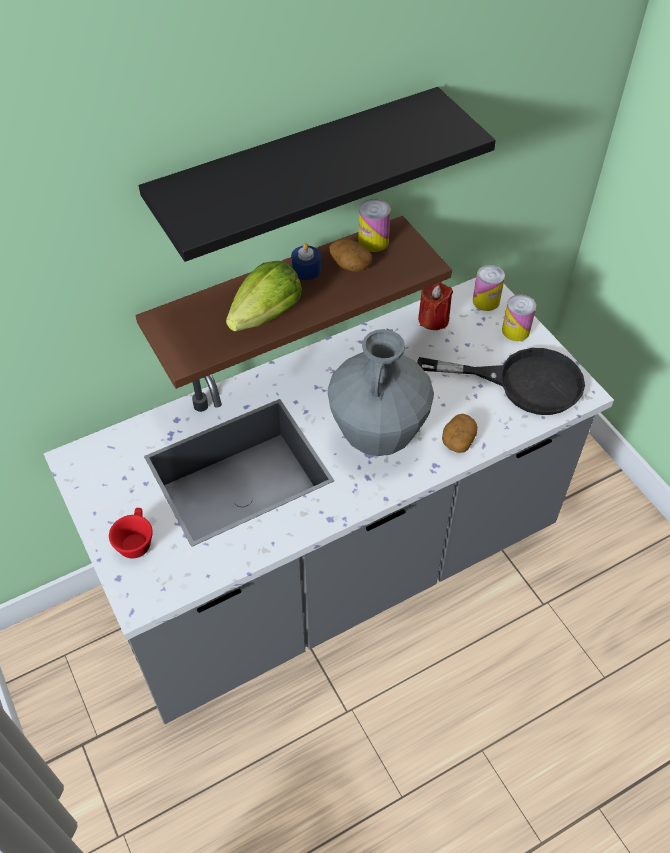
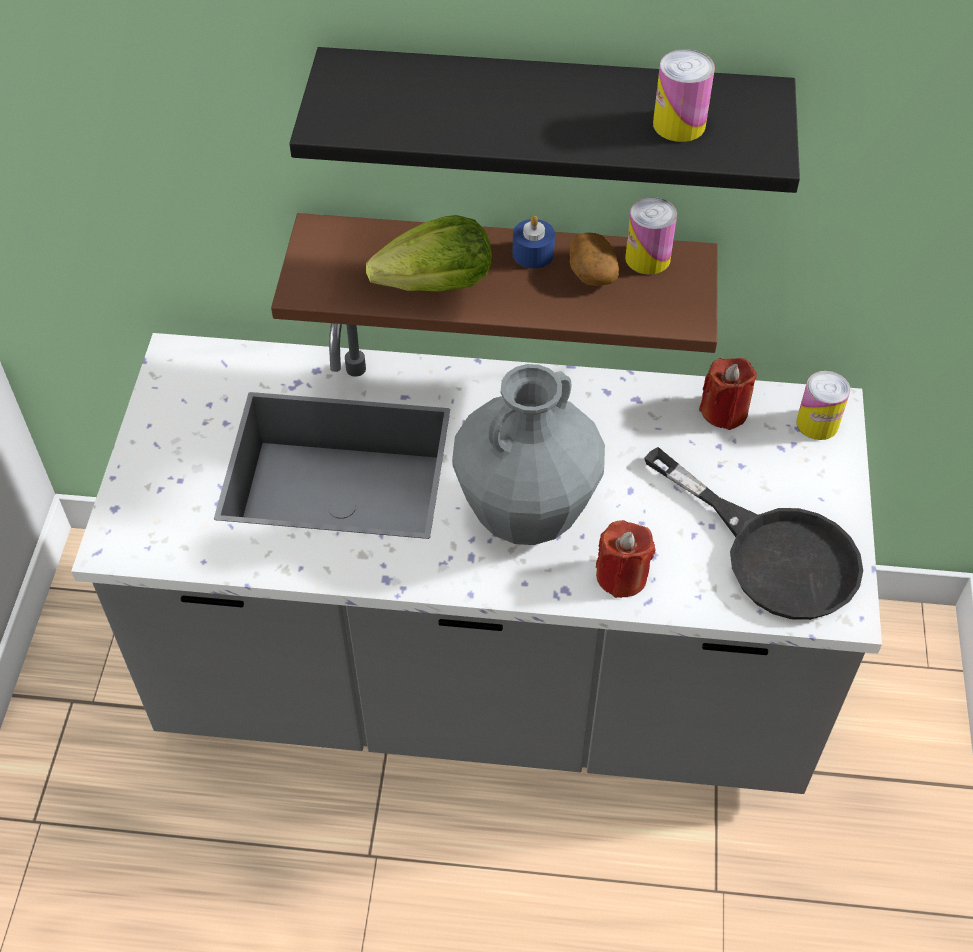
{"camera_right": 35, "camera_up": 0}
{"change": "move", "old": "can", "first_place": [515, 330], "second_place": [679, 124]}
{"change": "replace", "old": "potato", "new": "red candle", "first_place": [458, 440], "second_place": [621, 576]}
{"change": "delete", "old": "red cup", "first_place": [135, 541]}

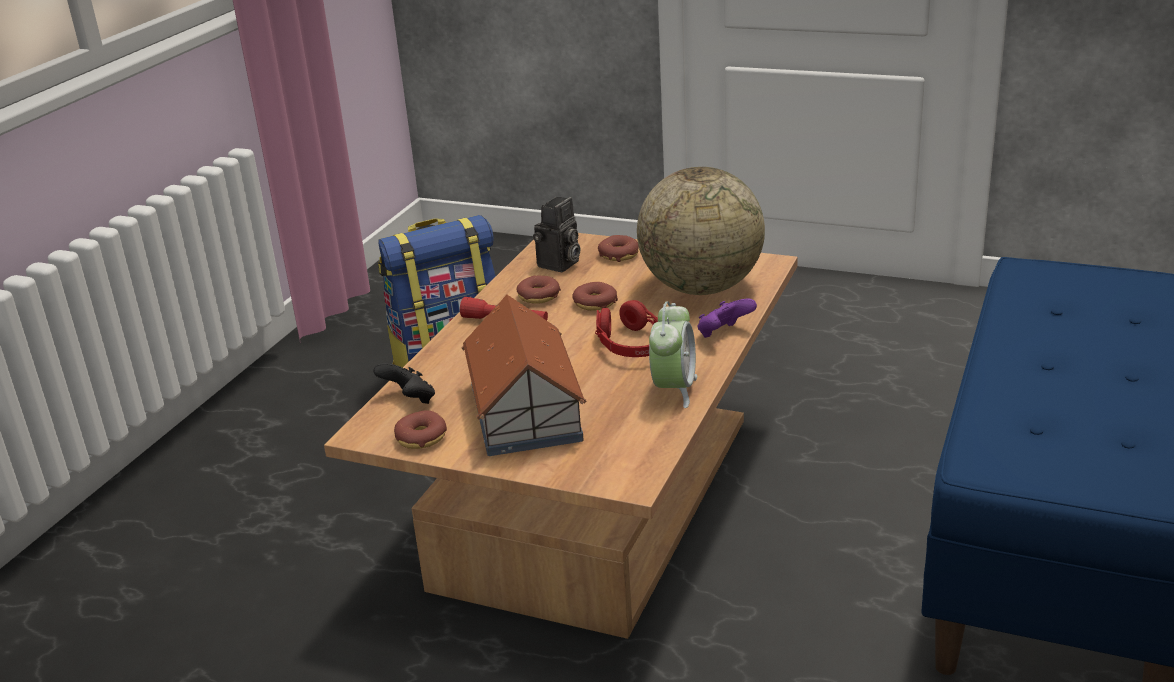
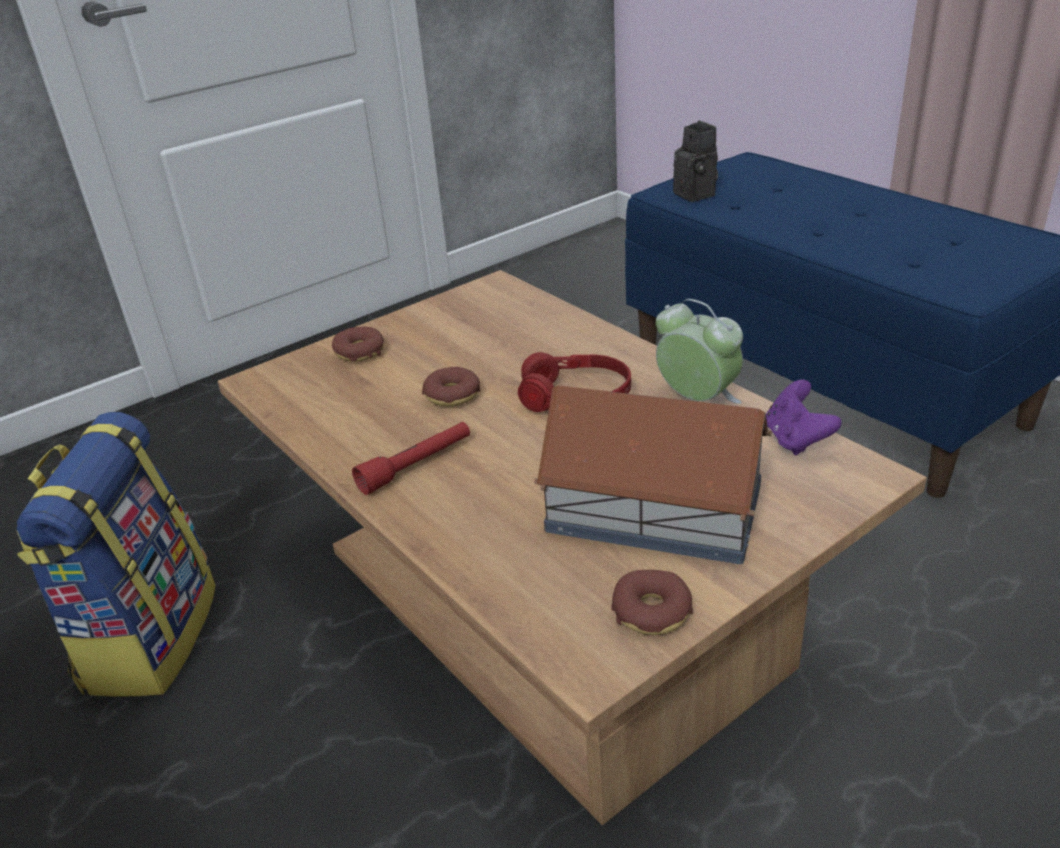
{"camera_right": -60, "camera_up": 5}
{"change": "delete", "old": "globe", "first_place": [701, 287]}
{"change": "move", "old": "photo camera", "first_place": [559, 265], "second_place": [697, 194]}
{"change": "delete", "old": "donut", "first_place": [538, 296]}
{"change": "move", "old": "purple game controller", "first_place": [723, 334], "second_place": [796, 440]}
{"change": "delete", "old": "black game controller", "first_place": [409, 400]}

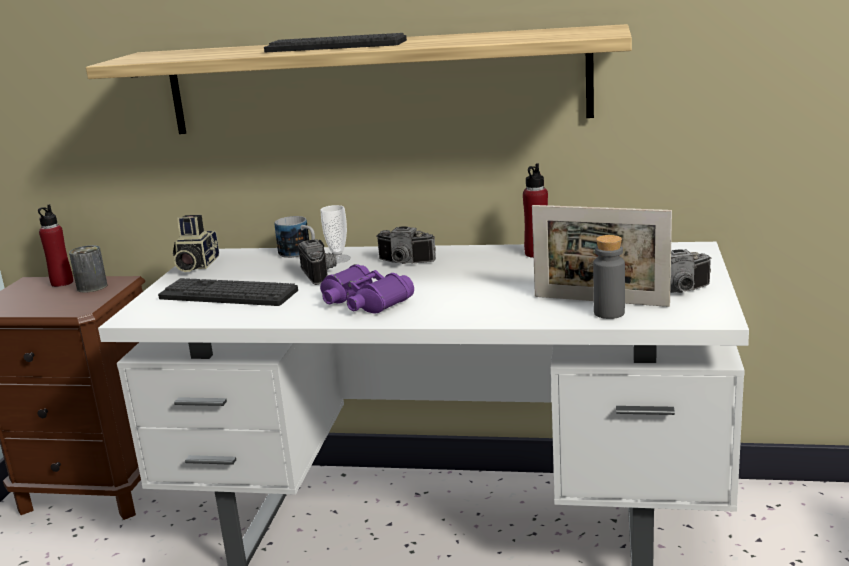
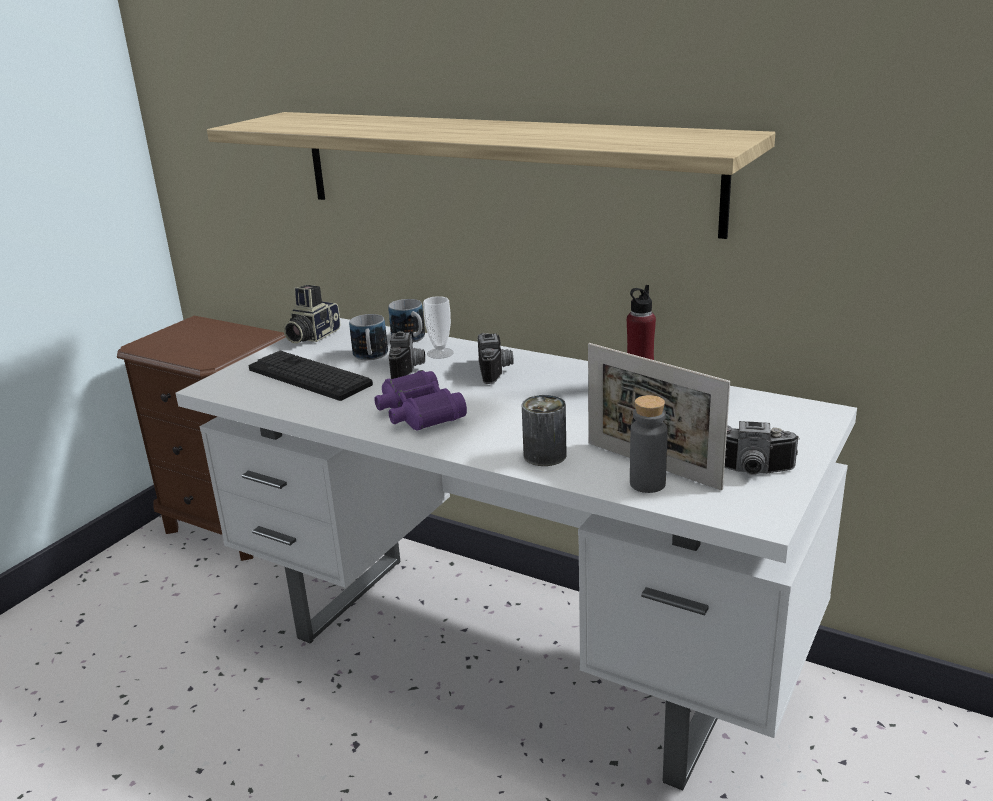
{"camera_right": 20, "camera_up": 5}
{"change": "delete", "old": "keyboard", "first_place": [335, 46]}
{"change": "delete", "old": "red bottle", "first_place": [62, 283]}
{"change": "rotate", "old": "photo camera", "first_place": [404, 263], "second_place": [497, 371], "degrees": -135}
{"change": "move", "old": "can", "first_place": [92, 287], "second_place": [545, 455]}
{"change": "insert", "new": "mug", "second_place": [370, 357]}

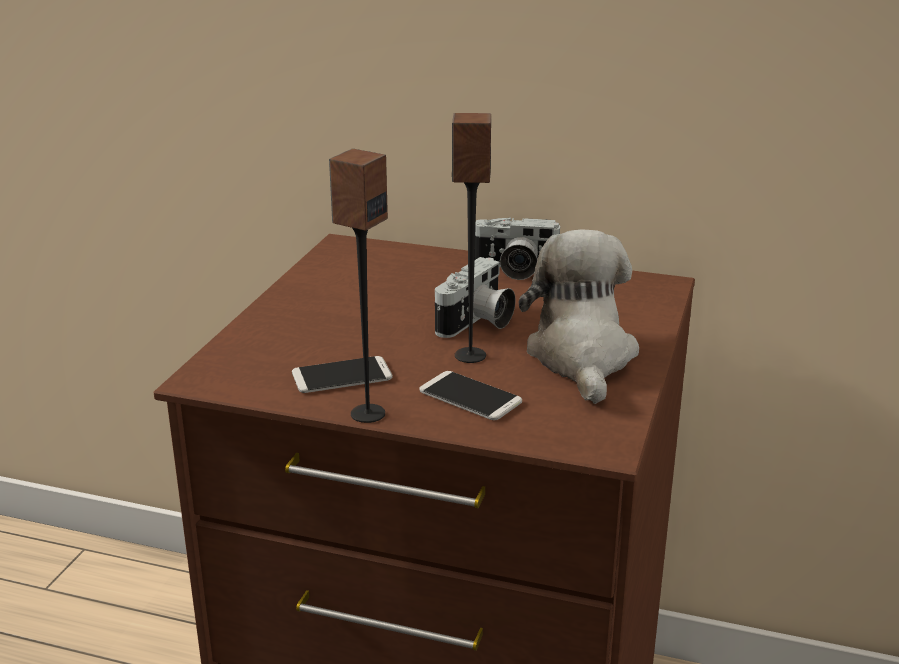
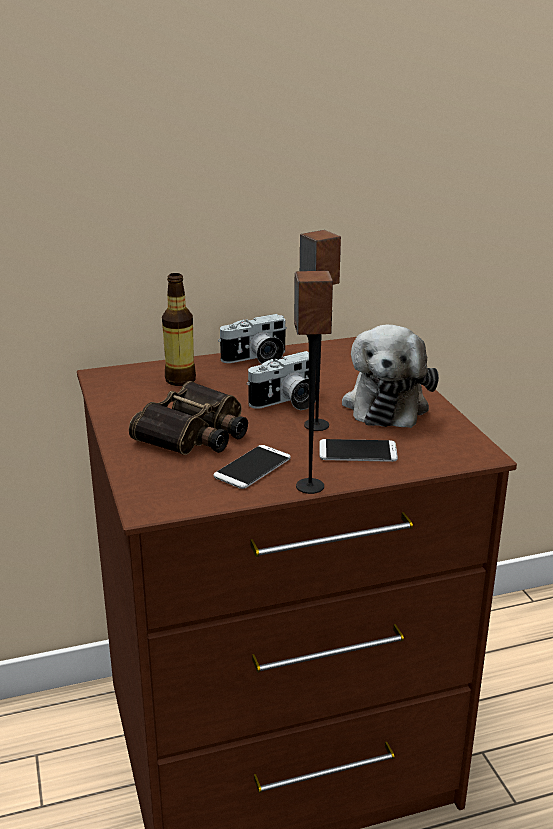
{"camera_right": -35, "camera_up": 0}
{"change": "rotate", "old": "plush toy", "first_place": [582, 358], "second_place": [386, 404], "degrees": -135}
{"change": "rotate", "old": "photo camera", "first_place": [477, 323], "second_place": [288, 402], "degrees": 60}
{"change": "insert", "new": "bottle", "second_place": [180, 380]}
{"change": "insert", "new": "binoculars", "second_place": [195, 433]}

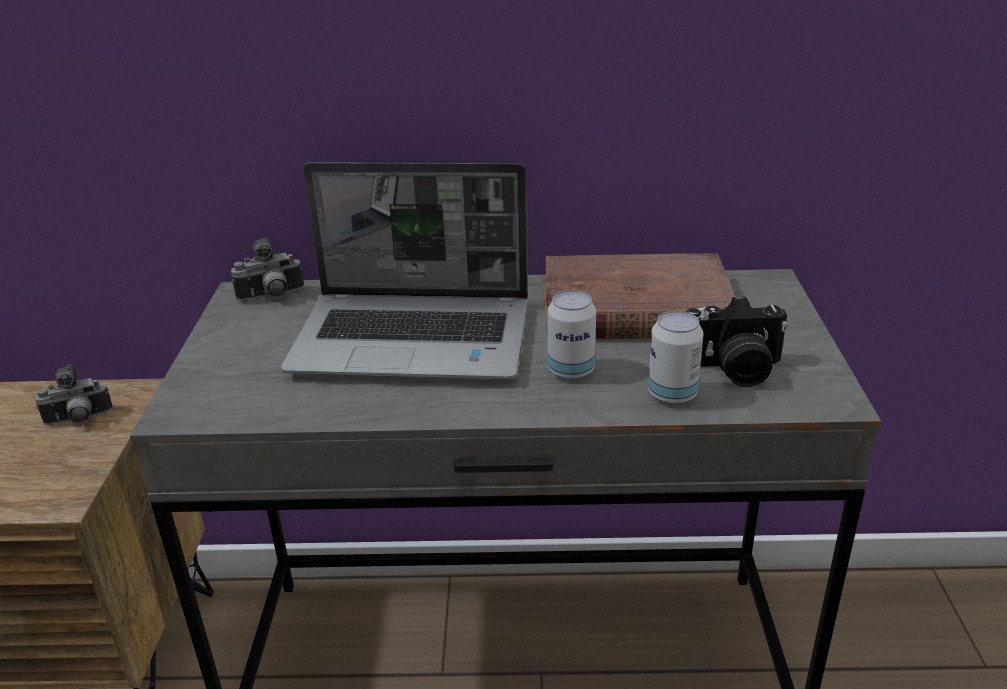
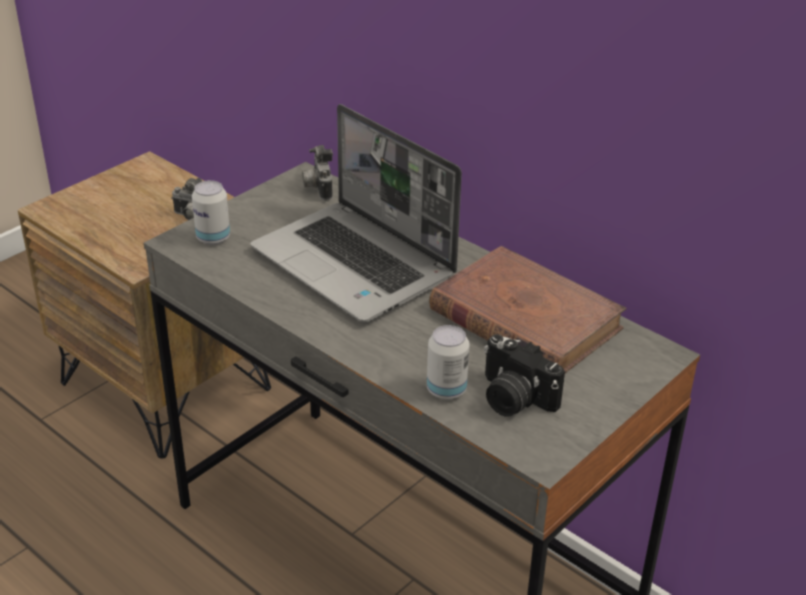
{"camera_right": 40, "camera_up": 5}
{"change": "rotate", "old": "photo camera", "first_place": [272, 297], "second_place": [317, 188], "degrees": 60}
{"change": "move", "old": "can", "first_place": [571, 371], "second_place": [213, 238]}

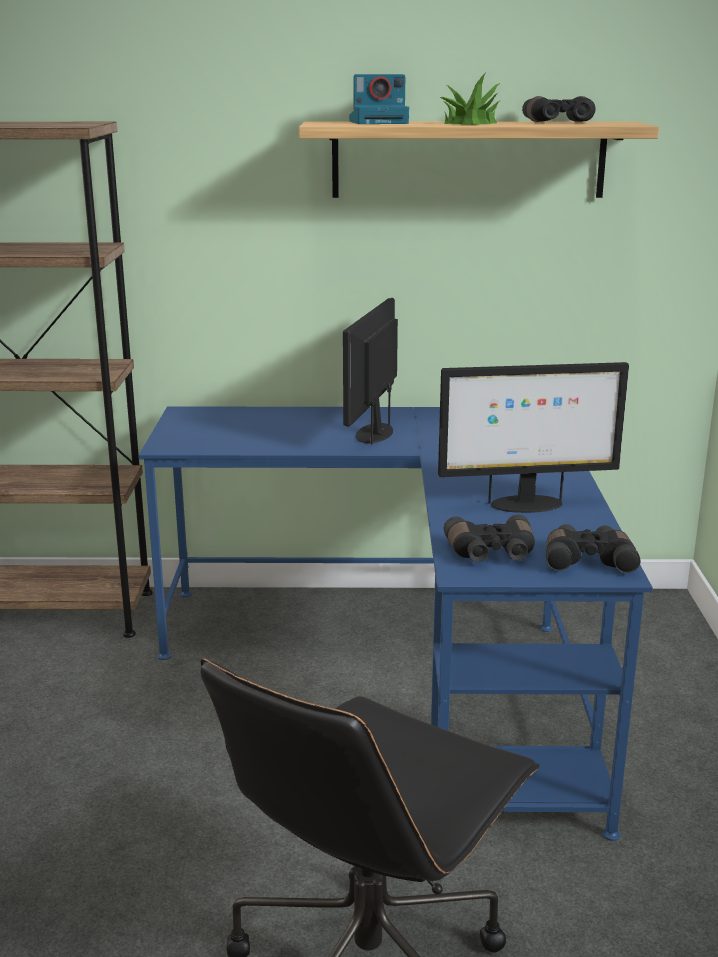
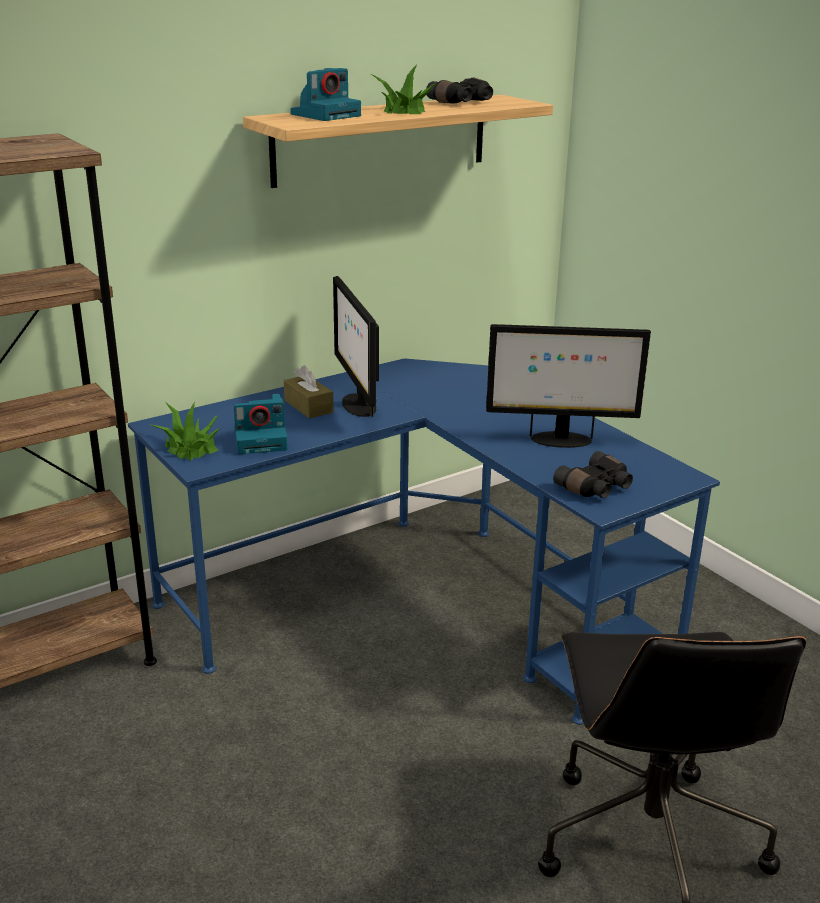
{"camera_right": -35, "camera_up": 5}
{"change": "rotate", "old": "monitor", "first_place": [525, 505], "second_place": [560, 440], "degrees": 45}
{"change": "delete", "old": "black binoculars", "first_place": [588, 560]}
{"change": "insert", "new": "brown tissue box", "second_place": [308, 406]}
{"change": "insert", "new": "photo camera", "second_place": [262, 440]}
{"change": "insert", "new": "potted plant", "second_place": [191, 447]}

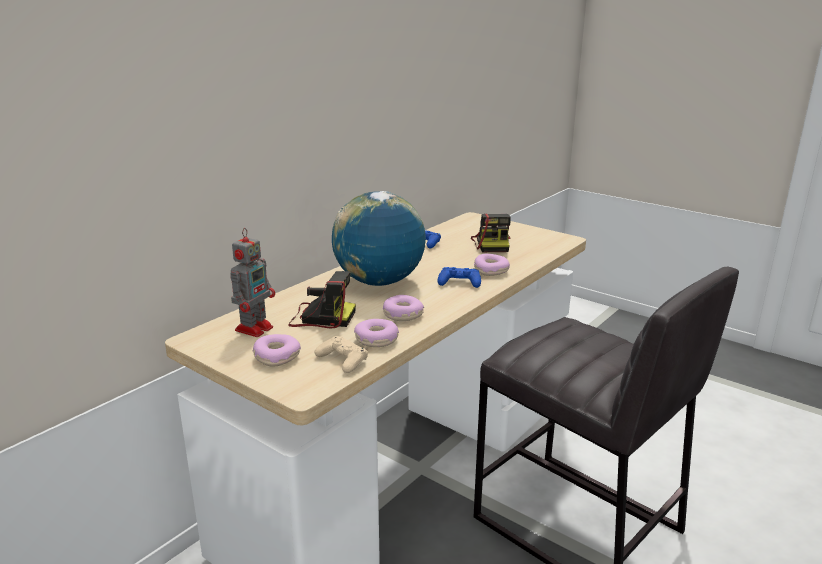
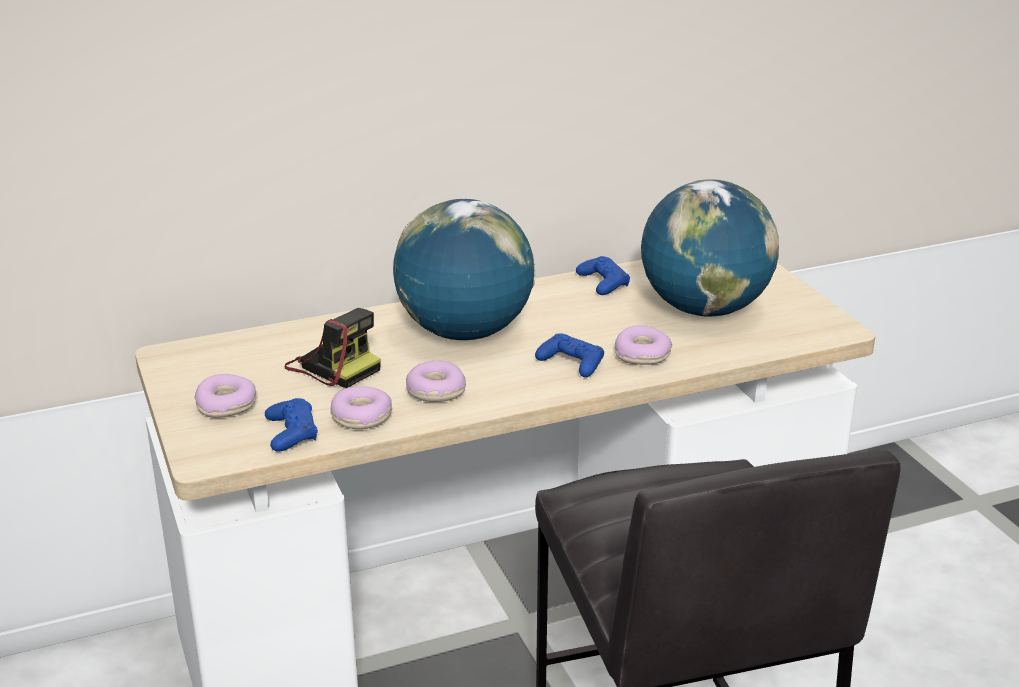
{"camera_right": 30, "camera_up": 5}
{"change": "replace", "old": "photo camera", "new": "globe", "first_place": [492, 244], "second_place": [704, 310]}
{"change": "delete", "old": "toy robot", "first_place": [255, 328]}
{"change": "recolor", "old": "beige game controller", "new": "blue game controller", "first_place": [342, 360], "second_place": [291, 432]}

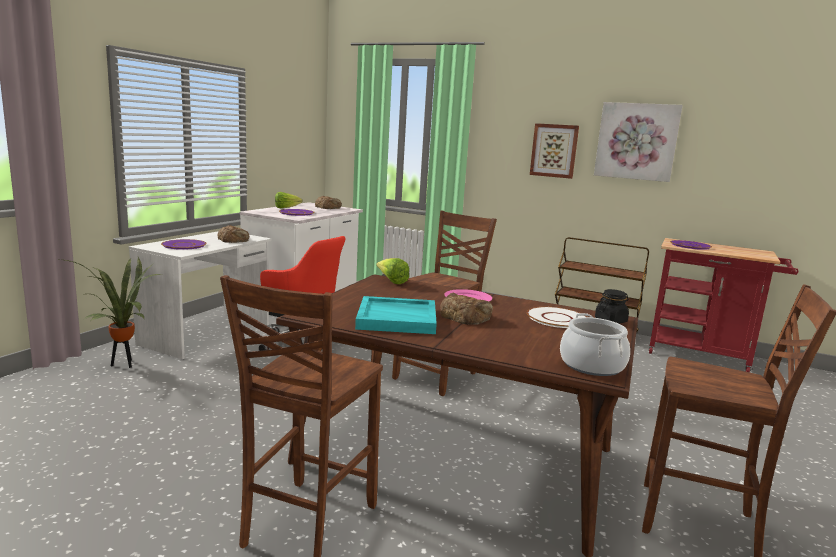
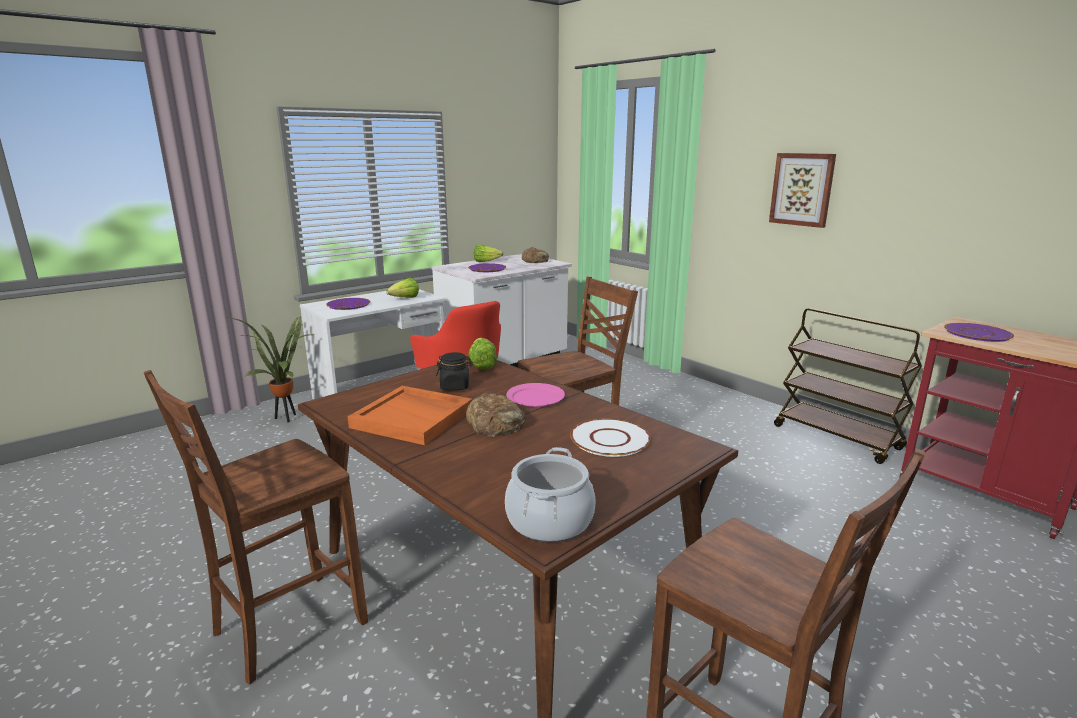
{"camera_right": 25, "camera_up": 5}
{"change": "delete", "old": "picture", "first_place": [636, 141]}
{"change": "replace", "old": "bread", "new": "lettuce", "first_place": [234, 239], "second_place": [404, 299]}
{"change": "move", "old": "black jar", "first_place": [610, 320], "second_place": [455, 386]}
{"change": "recolor", "old": "turquoise tray", "new": "orange tray", "first_place": [397, 318], "second_place": [414, 418]}

